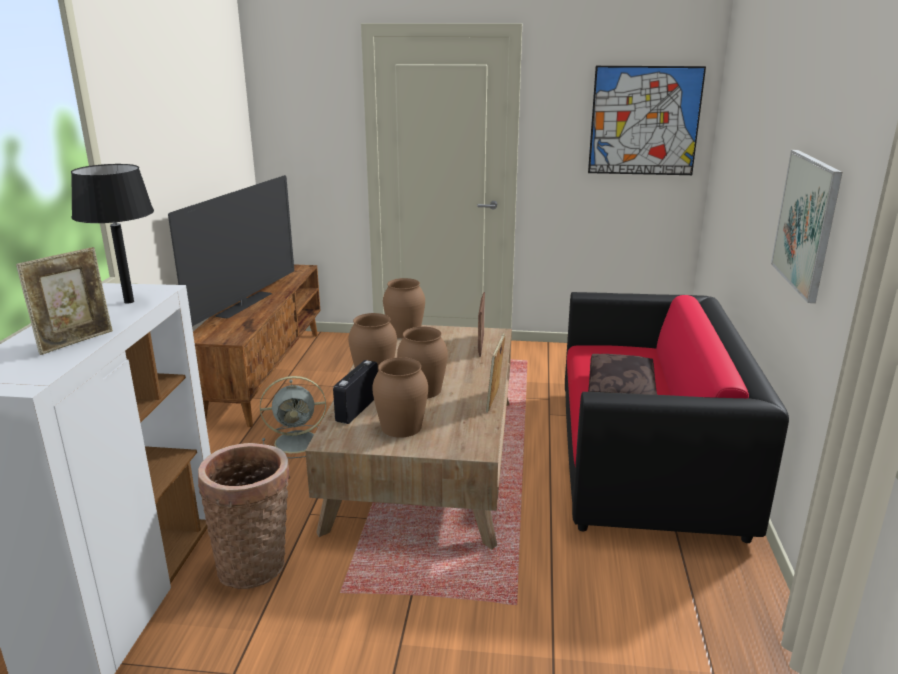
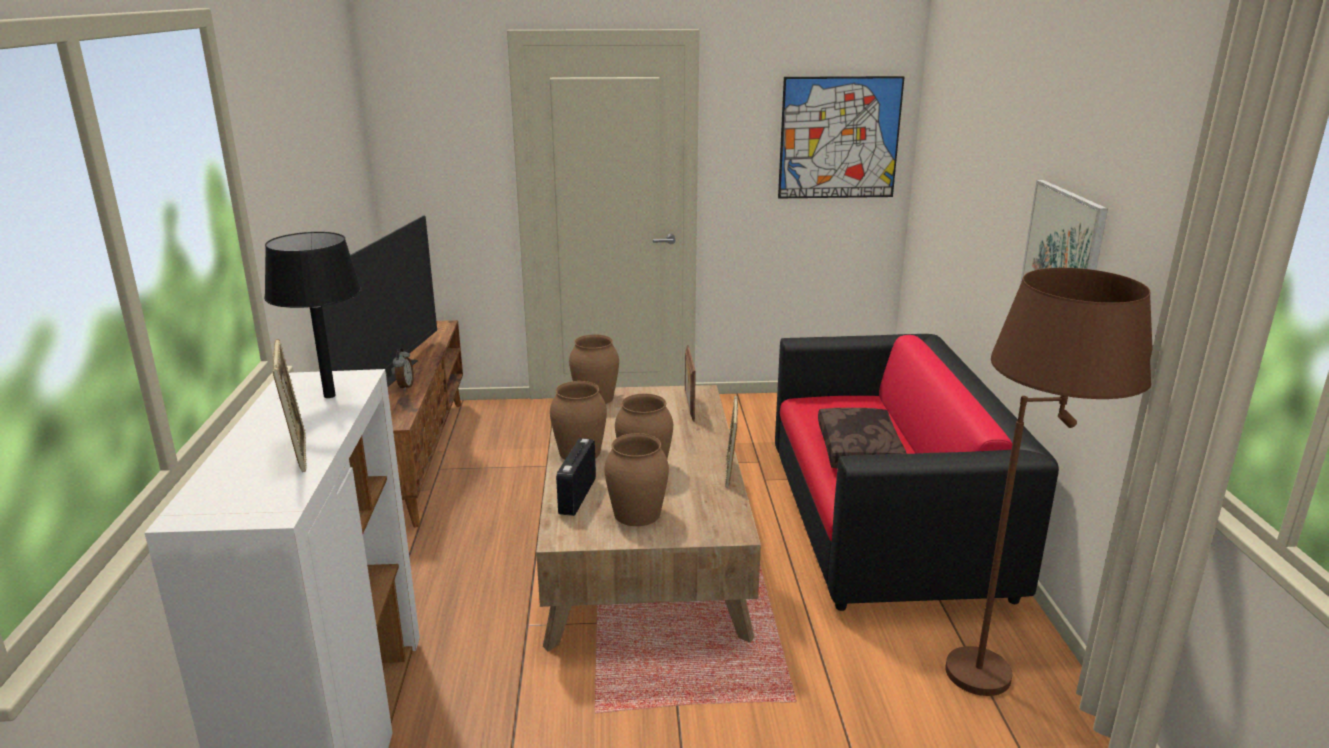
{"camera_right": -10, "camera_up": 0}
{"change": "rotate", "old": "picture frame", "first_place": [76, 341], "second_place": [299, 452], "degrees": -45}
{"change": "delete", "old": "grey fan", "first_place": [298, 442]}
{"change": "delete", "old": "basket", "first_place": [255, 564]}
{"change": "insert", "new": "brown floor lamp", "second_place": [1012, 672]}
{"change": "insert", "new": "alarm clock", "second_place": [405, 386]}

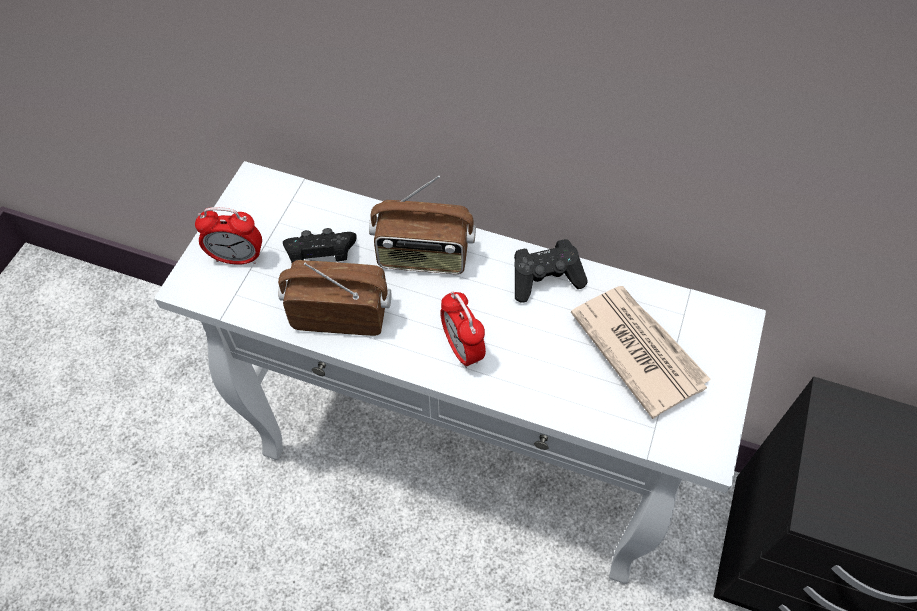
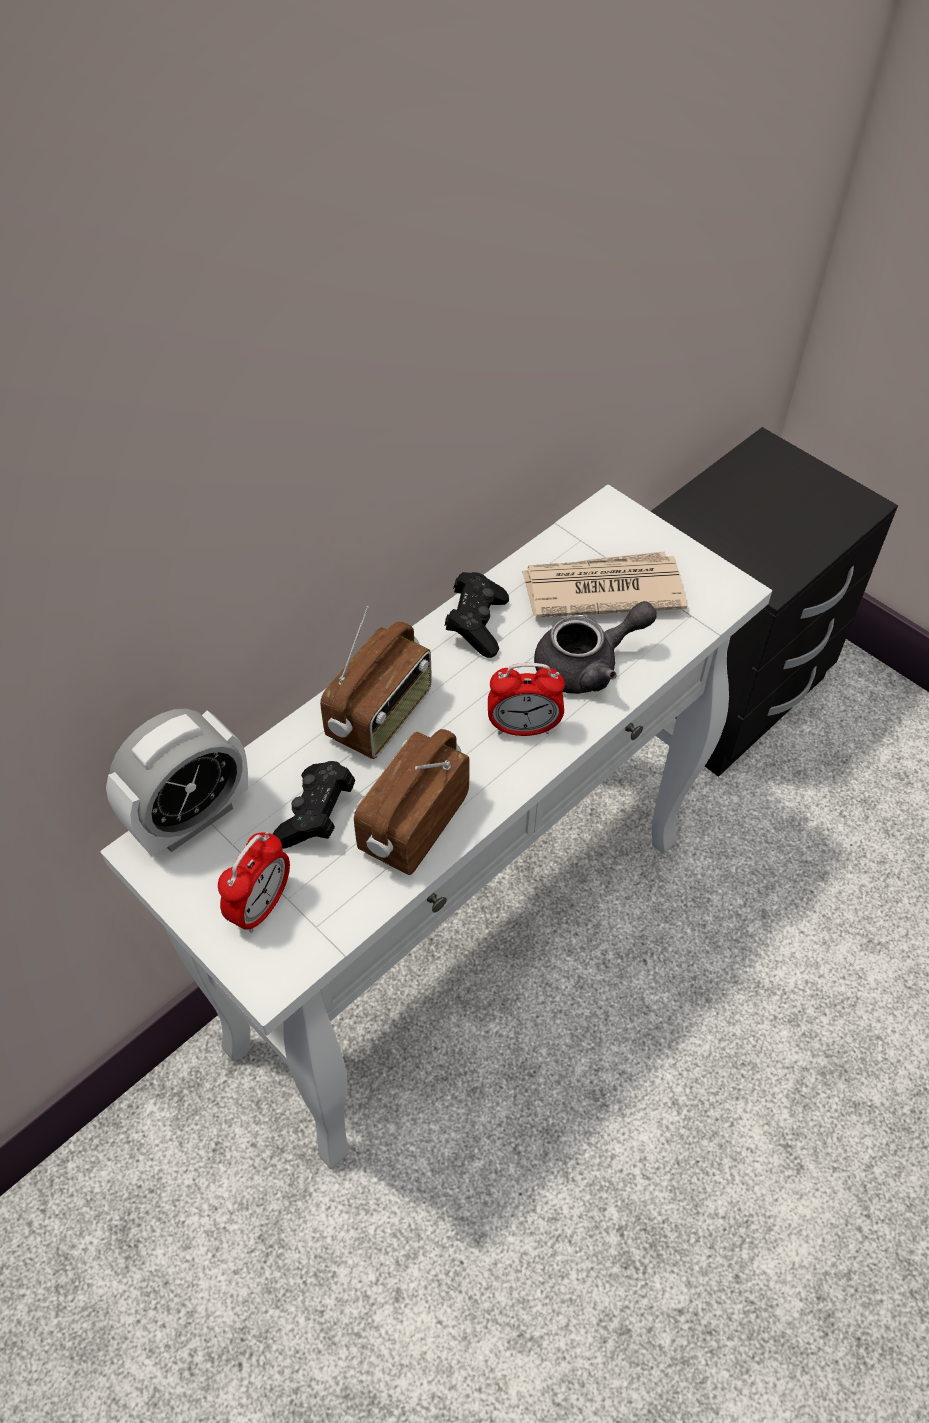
{"camera_right": -65, "camera_up": -5}
{"change": "insert", "new": "grey teapot", "second_place": [588, 665]}
{"change": "insert", "new": "alarm clock", "second_place": [191, 818]}

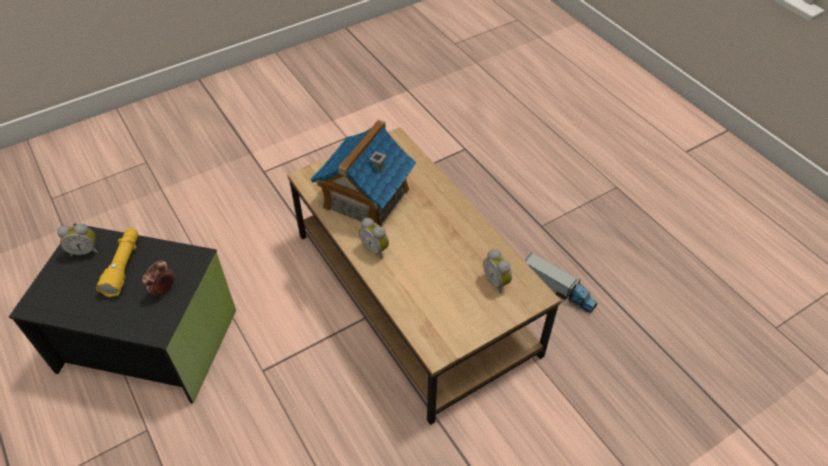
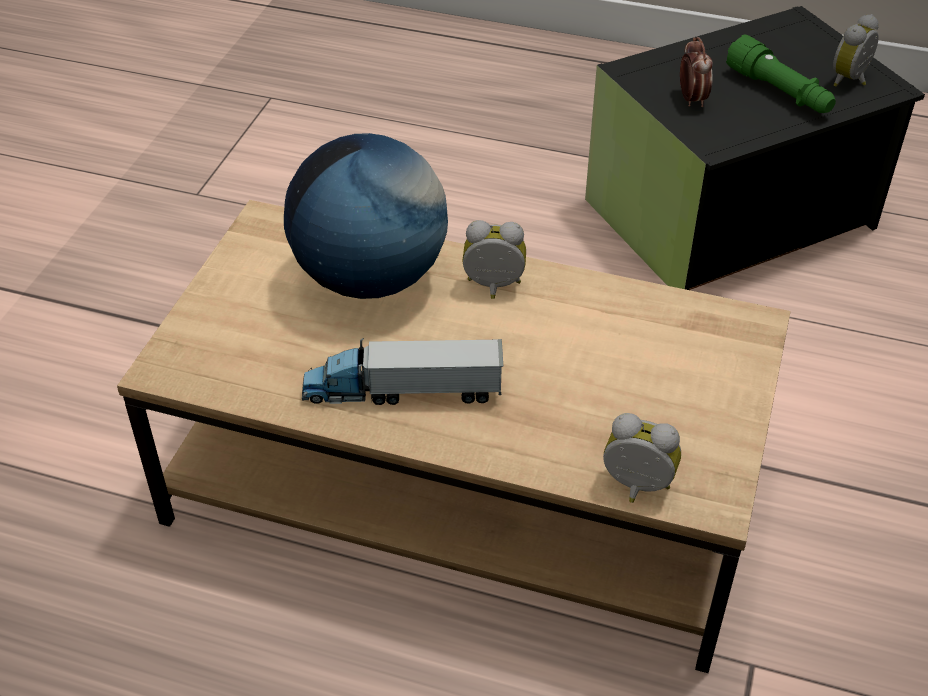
{"camera_right": 140, "camera_up": -5}
{"change": "delete", "old": "toy house", "first_place": [365, 199]}
{"change": "recolor", "old": "yellow flashlight", "new": "green flashlight", "first_place": [124, 266], "second_place": [779, 92]}
{"change": "move", "old": "alarm clock", "first_place": [497, 281], "second_place": [636, 488]}
{"change": "move", "old": "toy truck", "first_place": [558, 289], "second_place": [402, 391]}
{"change": "insert", "new": "globe", "second_place": [370, 278]}

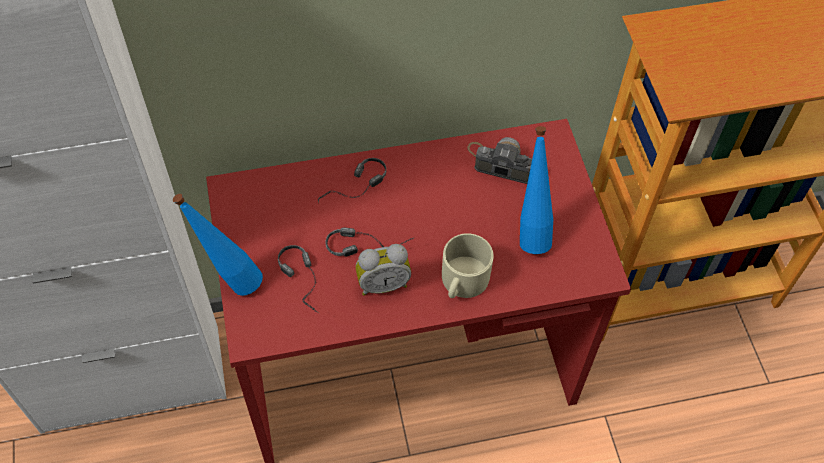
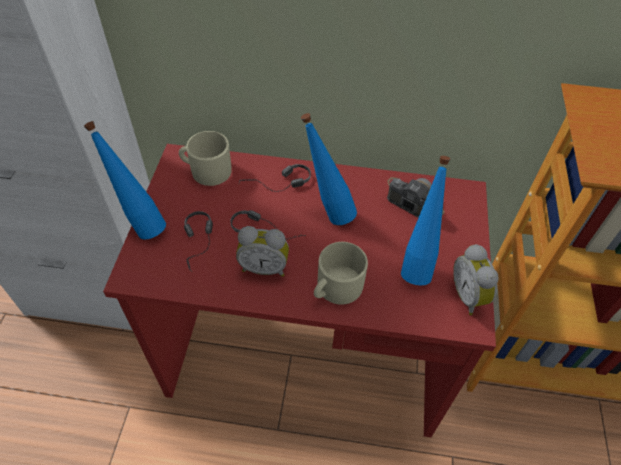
{"camera_right": 20, "camera_up": -5}
{"change": "insert", "new": "blue bottle", "second_place": [327, 212]}
{"change": "insert", "new": "beige mug", "second_place": [206, 170]}
{"change": "insert", "new": "alarm clock", "second_place": [469, 295]}

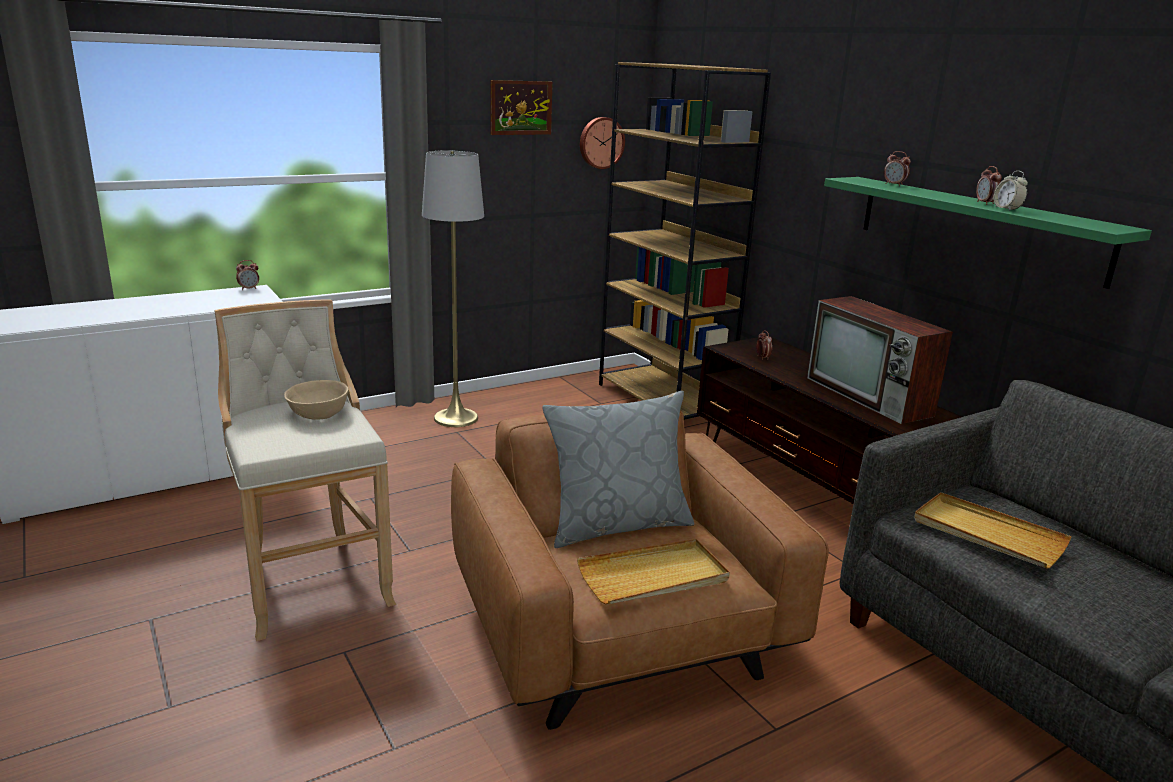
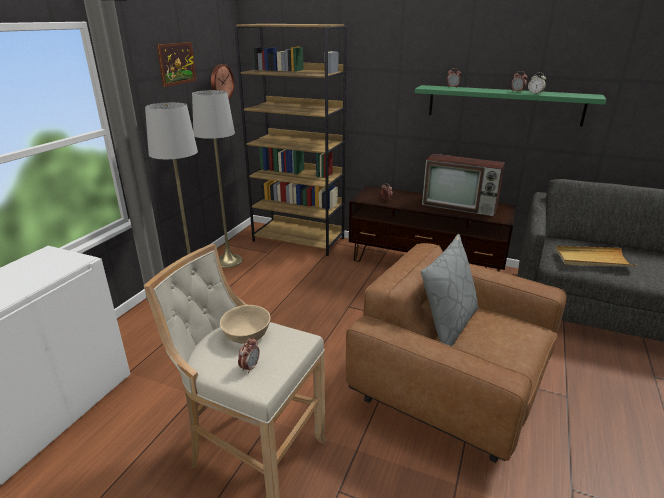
{"camera_right": -35, "camera_up": 5}
{"change": "move", "old": "alarm clock", "first_place": [249, 289], "second_place": [250, 367]}
{"change": "delete", "old": "beige tray", "first_place": [653, 577]}
{"change": "insert", "new": "grey floor lamp", "second_place": [228, 261]}

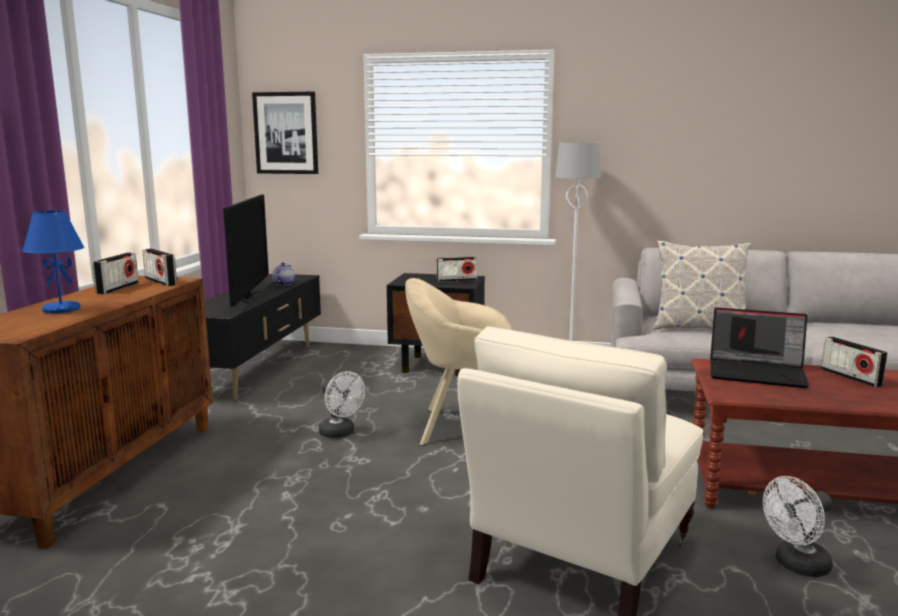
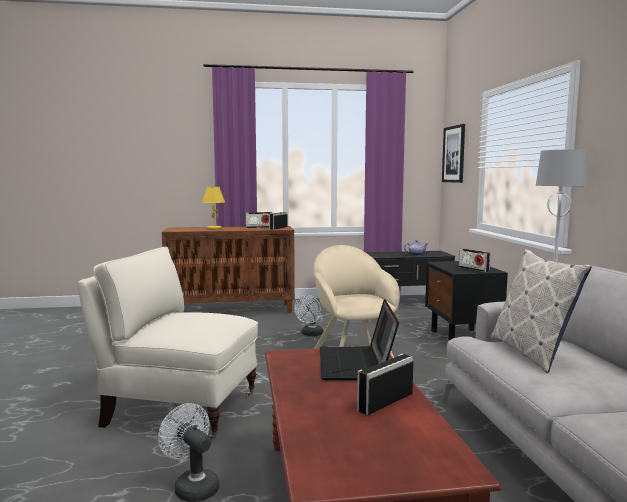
{"camera_right": 70, "camera_up": -5}
{"change": "delete", "old": "television", "first_place": [248, 297]}
{"change": "recolor", "old": "blue table lamp", "new": "yellow table lamp", "first_place": [61, 310], "second_place": [214, 228]}

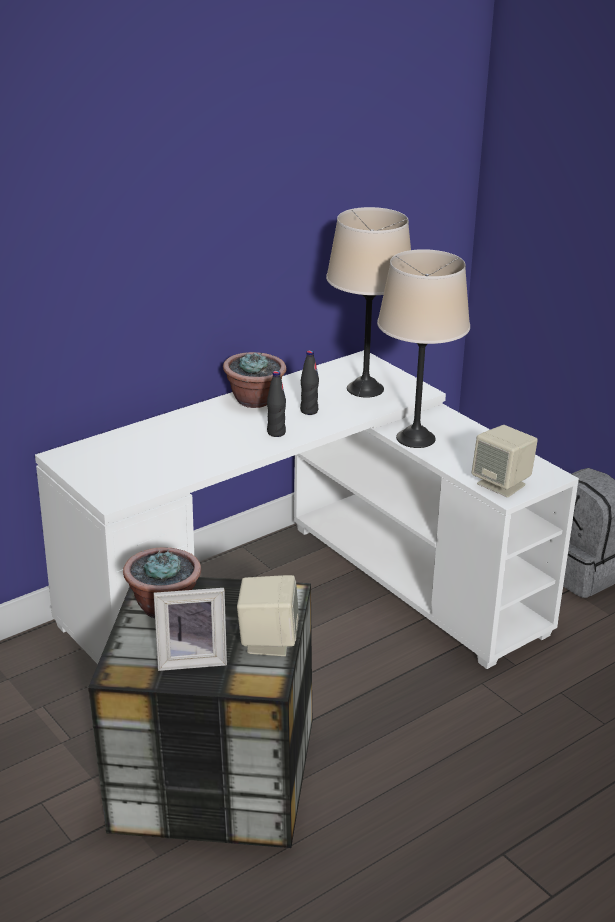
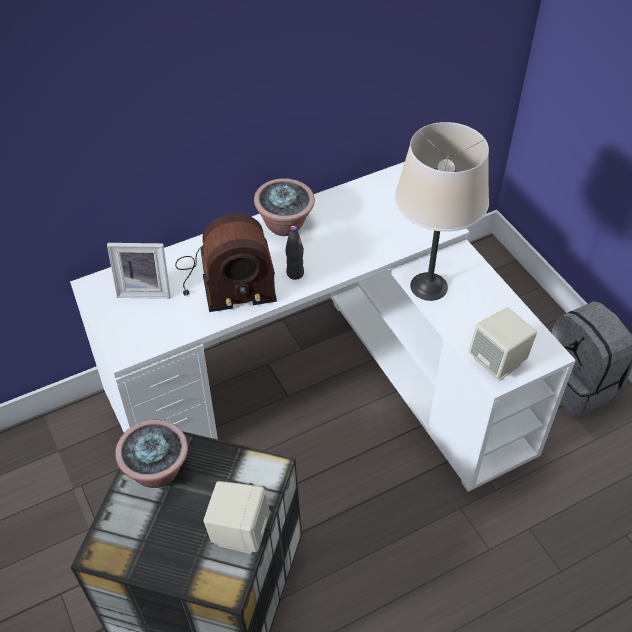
{"camera_right": 10, "camera_up": 20}
{"change": "delete", "old": "beige table lamp", "first_place": [364, 389]}
{"change": "delete", "old": "black bottle", "first_place": [309, 411]}
{"change": "move", "old": "picture frame", "first_place": [191, 659], "second_place": [145, 289]}
{"change": "insert", "new": "radio", "second_place": [225, 280]}

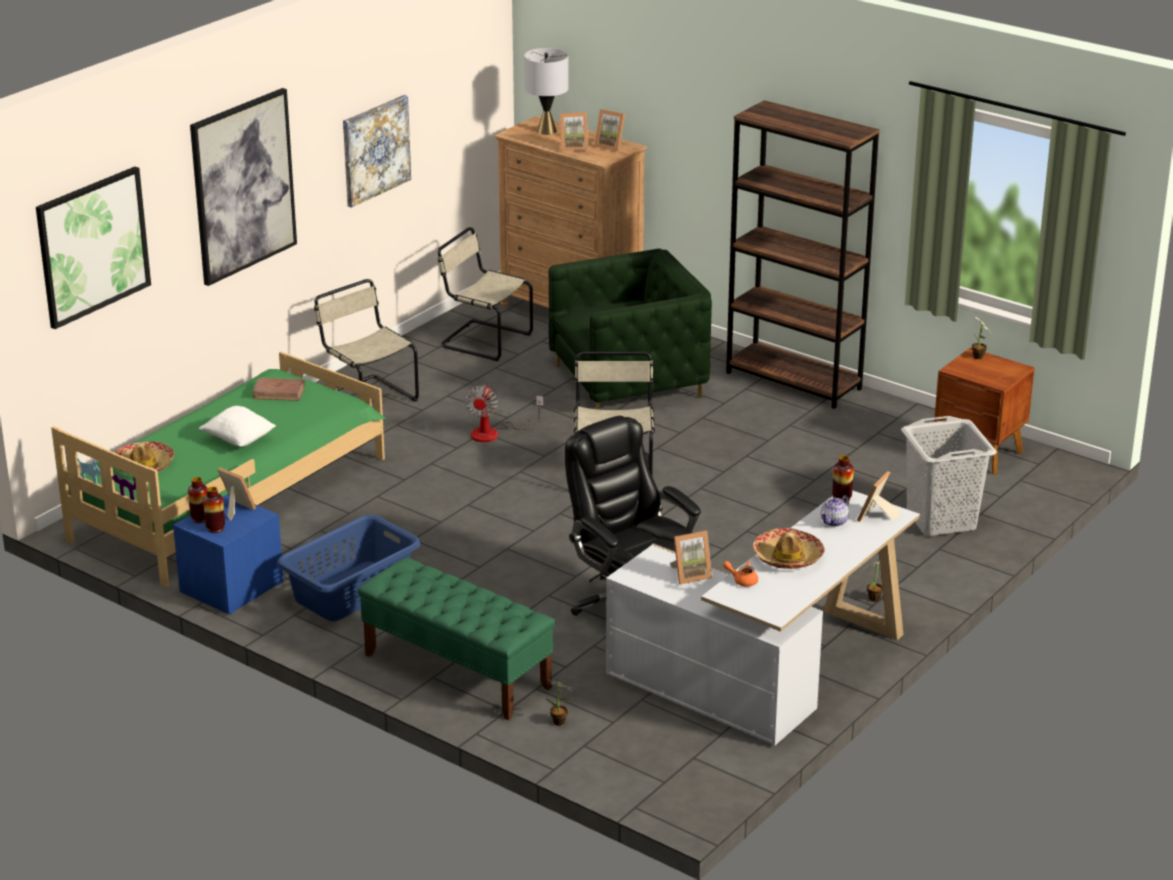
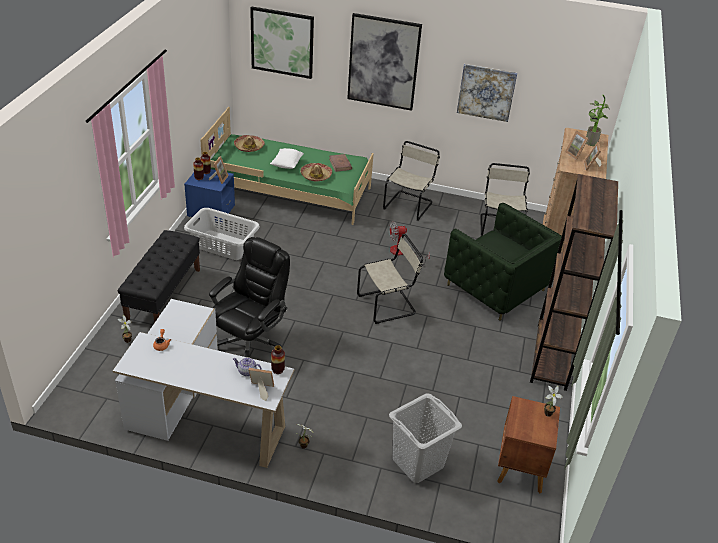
{"camera_right": 65, "camera_up": 10}
{"change": "replace", "old": "grey table lamp", "new": "potted plant", "first_place": [546, 131], "second_place": [590, 142]}
{"change": "recolor", "old": "blue laundry basket", "new": "grey laundry basket", "first_place": [350, 591], "second_place": [223, 245]}
{"change": "move", "old": "hat", "first_place": [788, 557], "second_place": [316, 176]}
{"change": "delete", "old": "picture frame", "first_place": [690, 575]}
{"change": "recolor", "old": "green bench", "new": "black bench", "first_place": [456, 671], "second_place": [164, 295]}

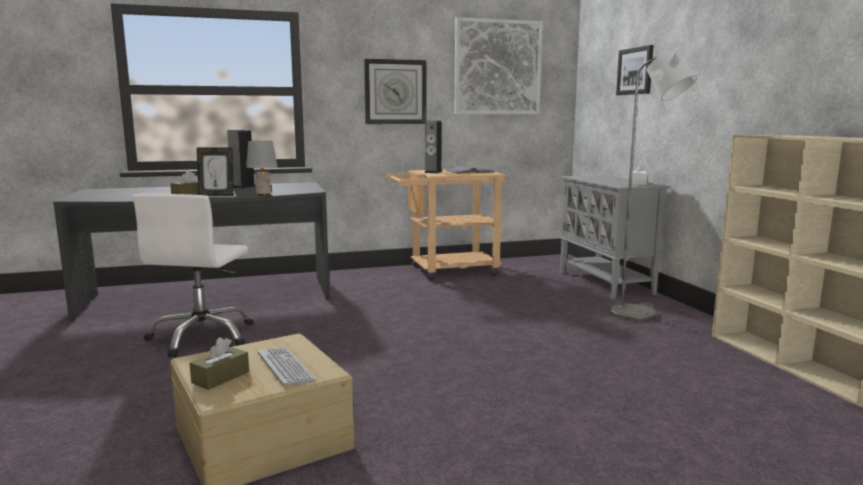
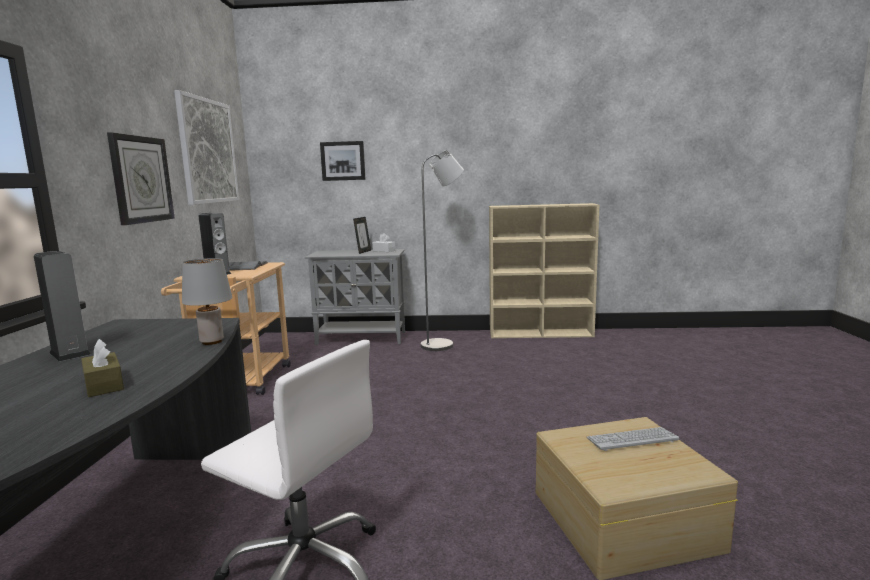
{"camera_right": -70, "camera_up": 0}
{"change": "move", "old": "picture frame", "first_place": [216, 195], "second_place": [363, 252]}
{"change": "delete", "old": "brown tissue box", "first_place": [220, 377]}

